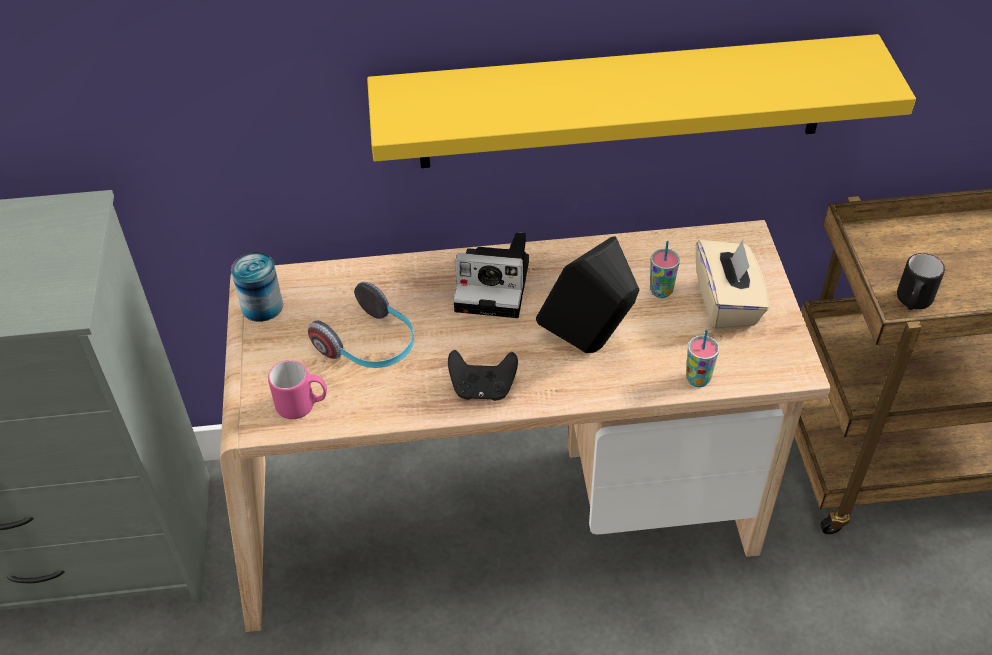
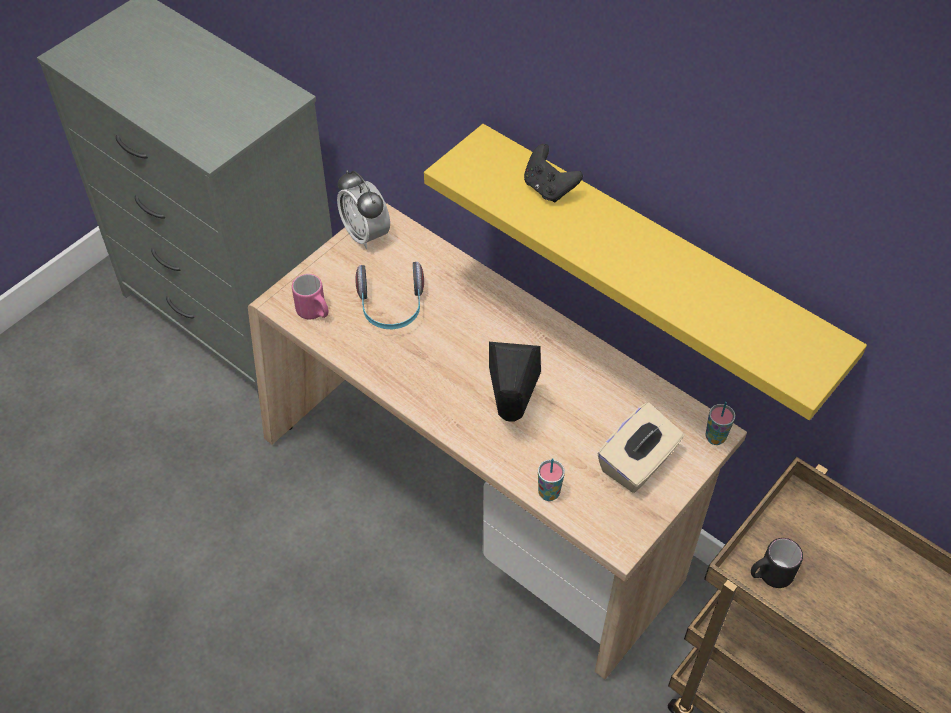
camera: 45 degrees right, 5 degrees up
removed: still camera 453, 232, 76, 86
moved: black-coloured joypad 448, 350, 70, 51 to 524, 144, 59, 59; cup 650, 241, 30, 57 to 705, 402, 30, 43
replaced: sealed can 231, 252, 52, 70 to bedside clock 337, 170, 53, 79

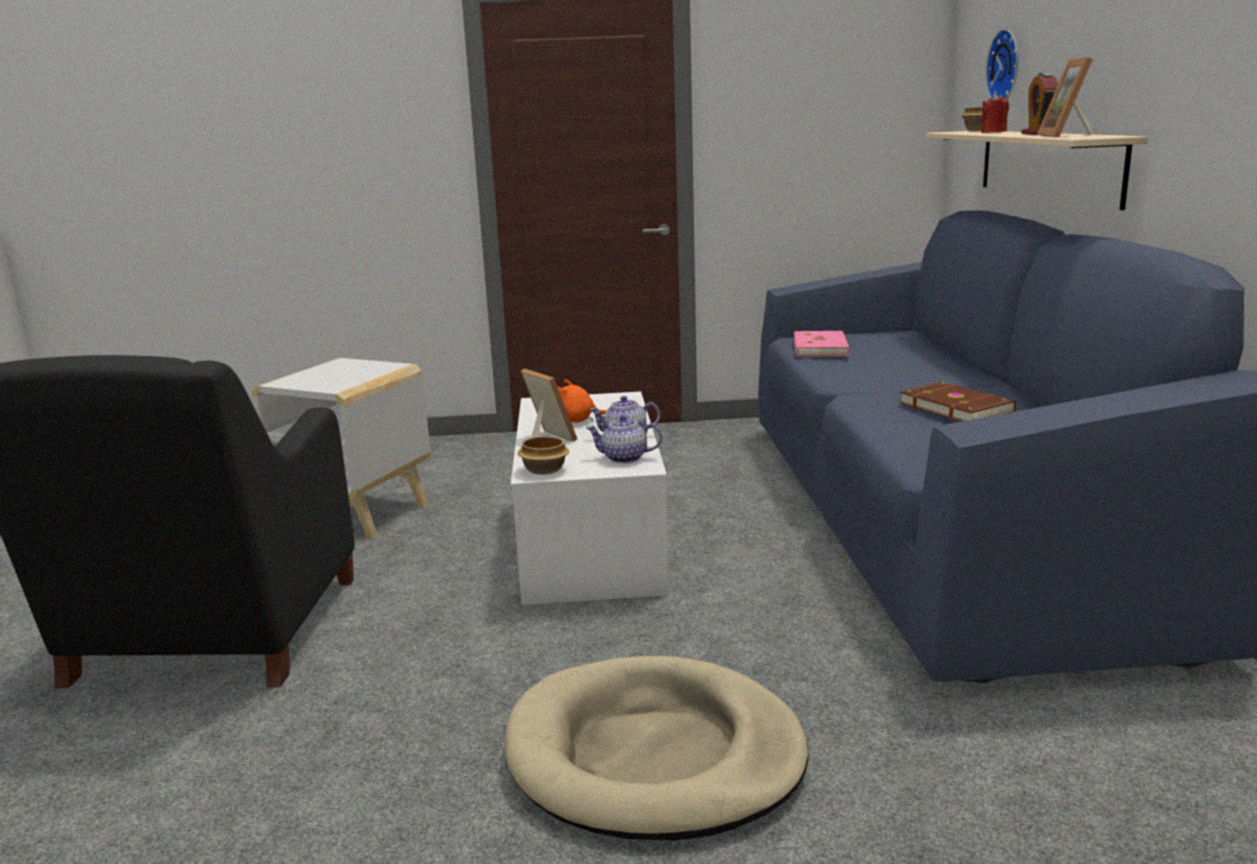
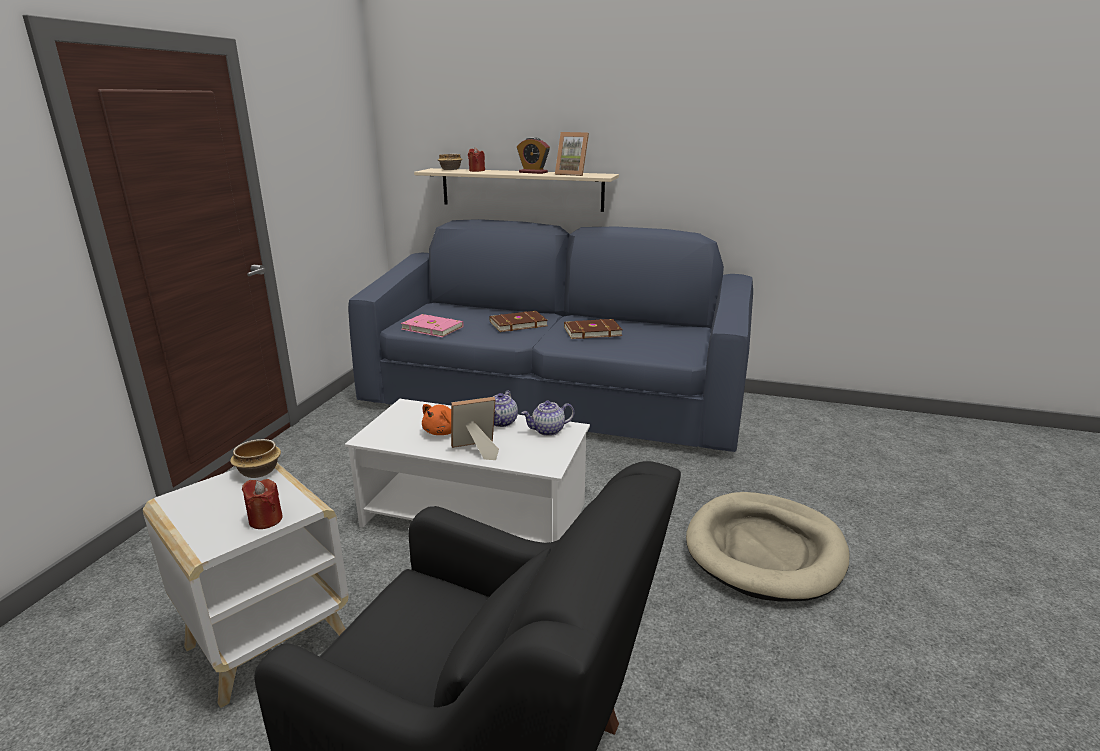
camera: 70 degrees left, 5 degrees up
removed: clock on the wall 985, 29, 33, 70
added: red wax light 242, 479, 41, 50; brownish book 489, 311, 59, 21
moved: serving bowl 517, 436, 52, 39 to 230, 439, 51, 39
turned: teapot 586, 415, 76, 48 = 522, 401, 52, 35 45 degrees clockwise

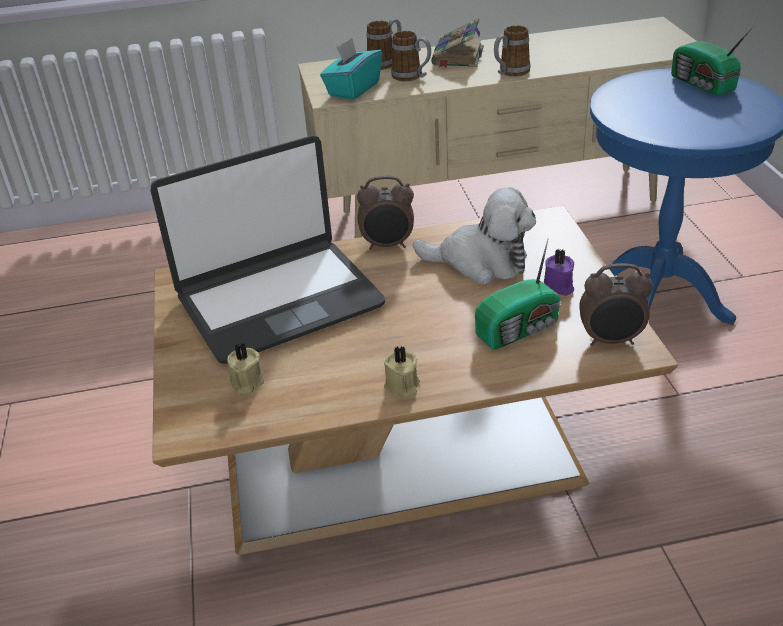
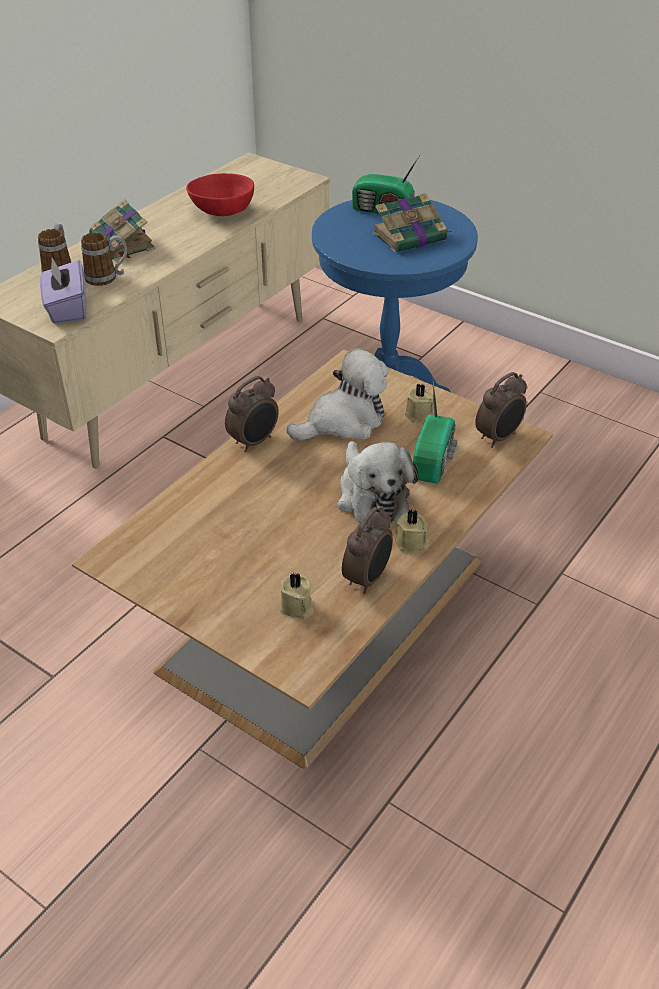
camera: 45 degrees left, 5 degrees up
removed: laptop 150, 136, 235, 228; tea mug 494, 25, 37, 51
added: red serving bowl 186, 173, 68, 43; soft toy 337, 441, 81, 82; bedside clock 342, 506, 51, 88; book 372, 193, 80, 60
recoloured: blue-green box of tissues 320, 38, 62, 62 to purple-coloured box of tissues 40, 258, 46, 66; purple-coloured wax light 544, 249, 30, 47 to beige-coloured wax light 405, 384, 29, 39

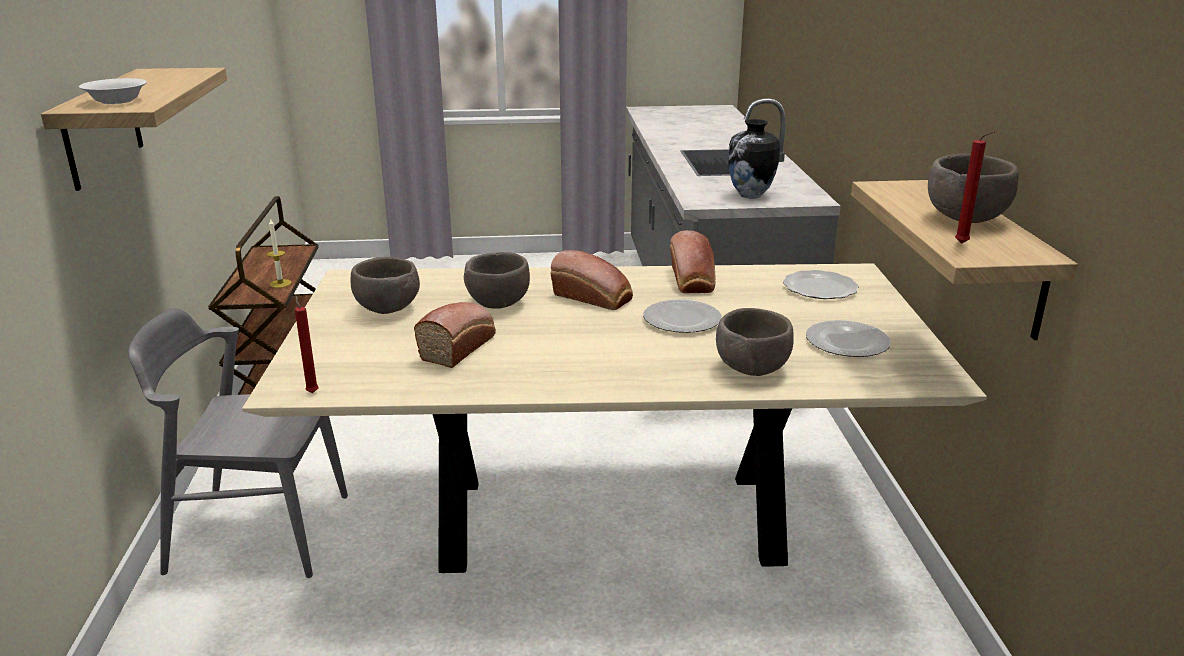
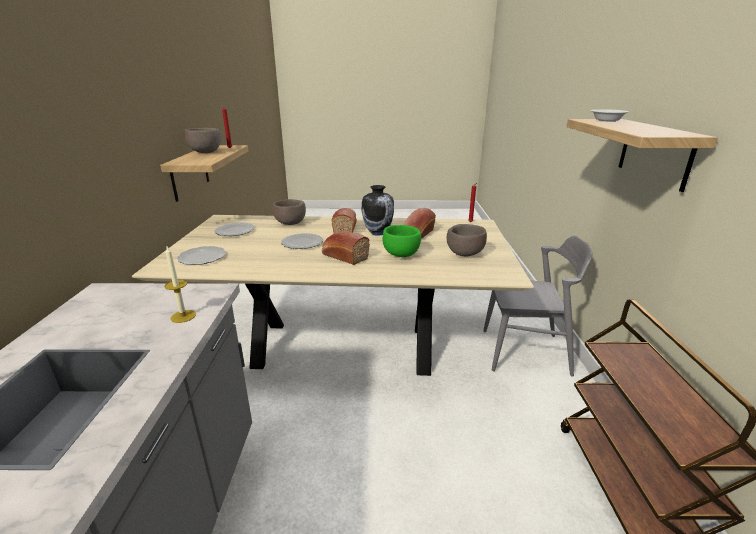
camera: 175 degrees left, 0 degrees up
moved: wax light 266, 218, 26, 70 to 165, 247, 31, 76; bakery bread 670, 230, 45, 63 to 332, 208, 25, 25; vase 728, 119, 52, 79 to 362, 185, 32, 51
recoloured: brownish serving bowl 464, 252, 66, 57 to green serving bowl 383, 225, 38, 32

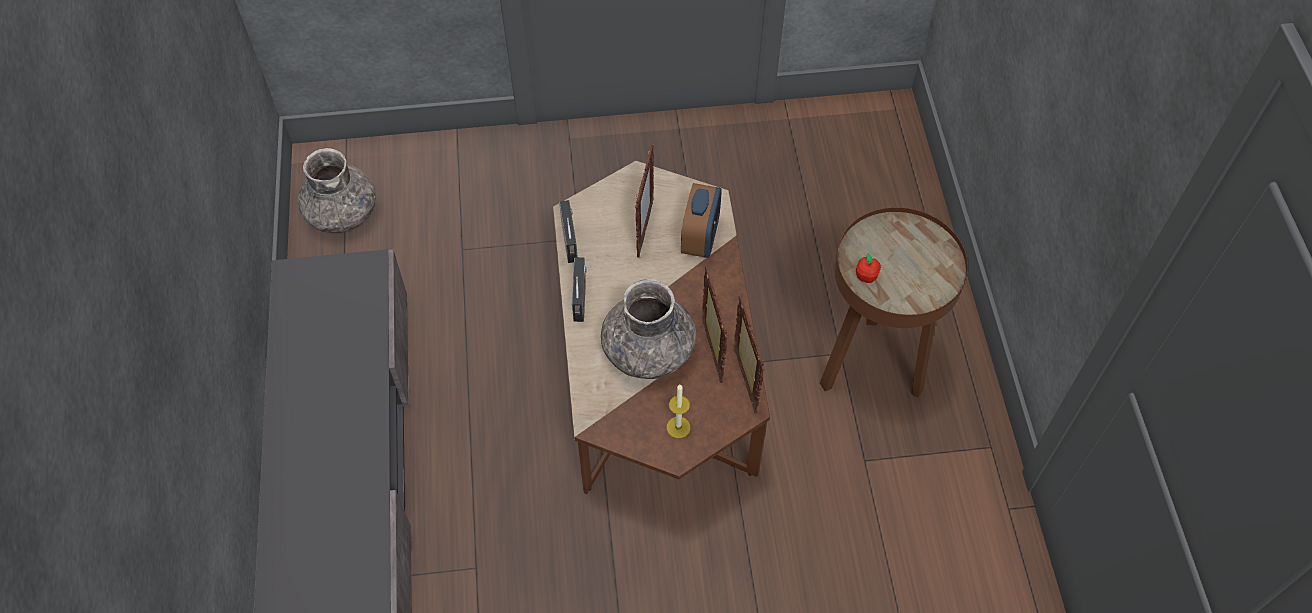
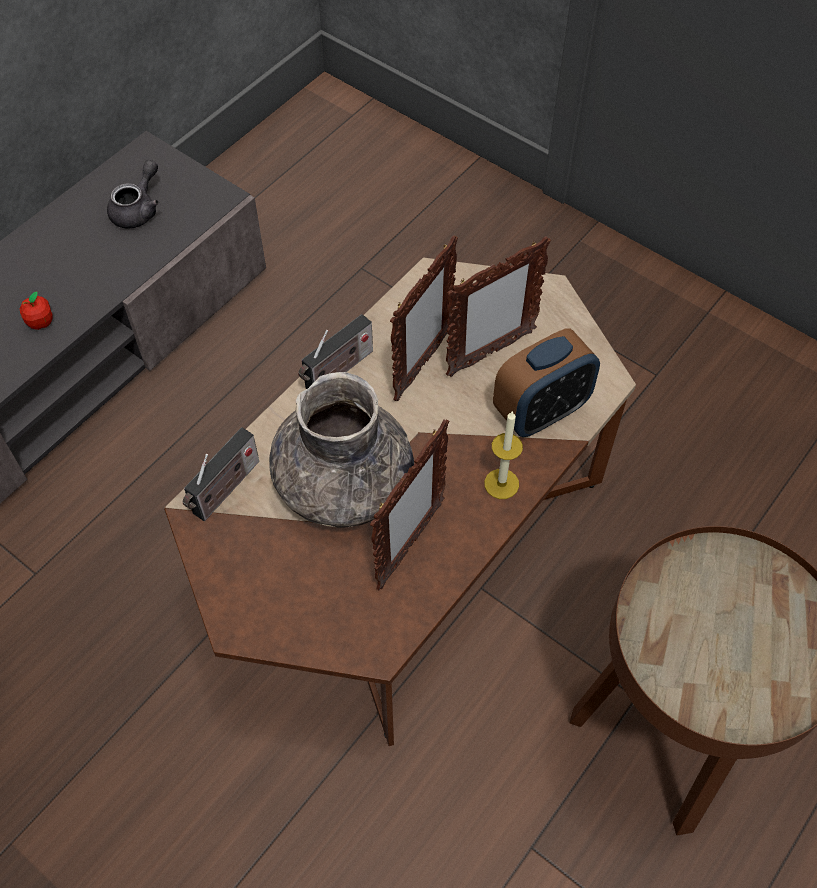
camera: 45 degrees right, 0 degrees up
removed: greyish vase 298, 148, 78, 85
added: greyish teapot 107, 160, 52, 69
moved: radio 559, 200, 19, 63 to 183, 427, 76, 94; wax light 667, 385, 23, 53 to 484, 411, 39, 88; picture frame 734, 296, 31, 117 to 390, 235, 68, 166; apple fruit 856, 253, 25, 30 to 20, 291, 33, 39

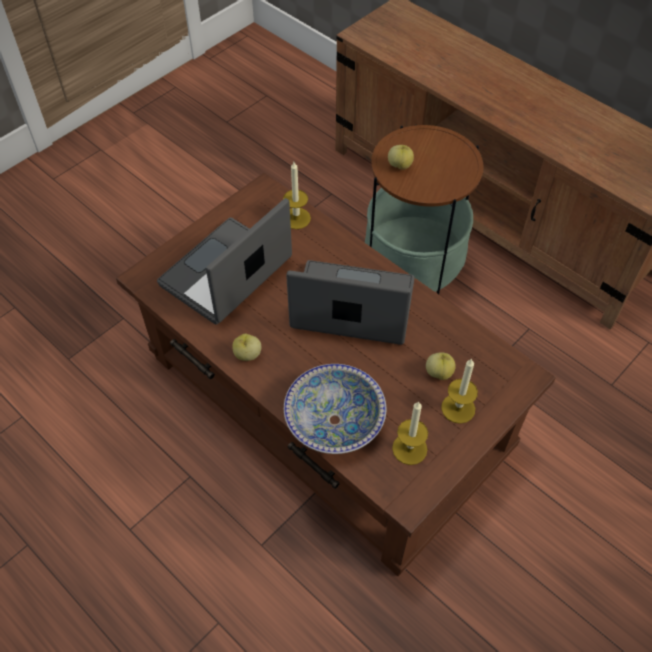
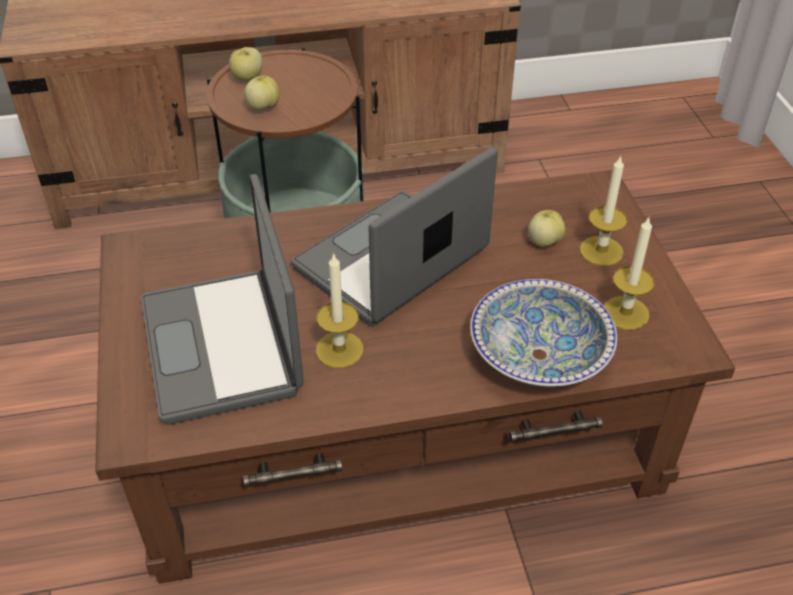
camera: 55 degrees left, 10 degrees down
moved: apple fruit 232, 334, 29, 27 to 229, 47, 34, 34; wax light 283, 162, 28, 67 to 316, 252, 48, 116

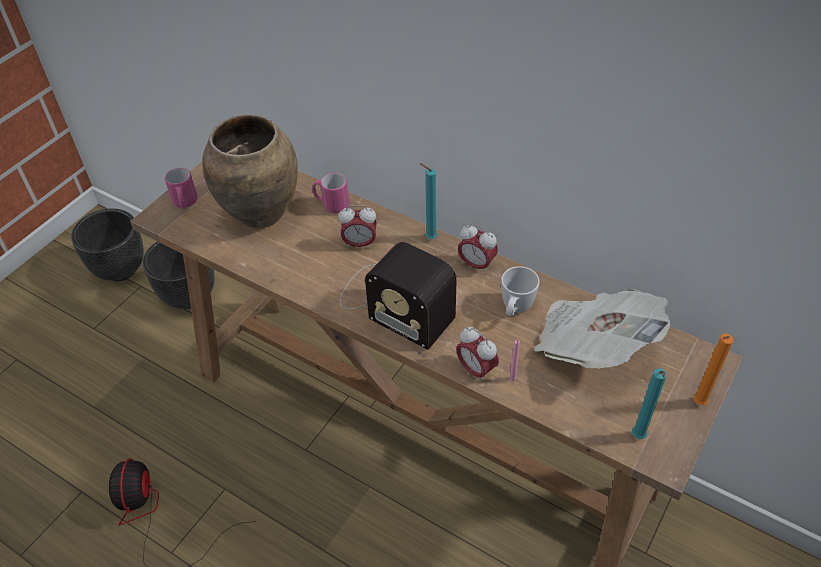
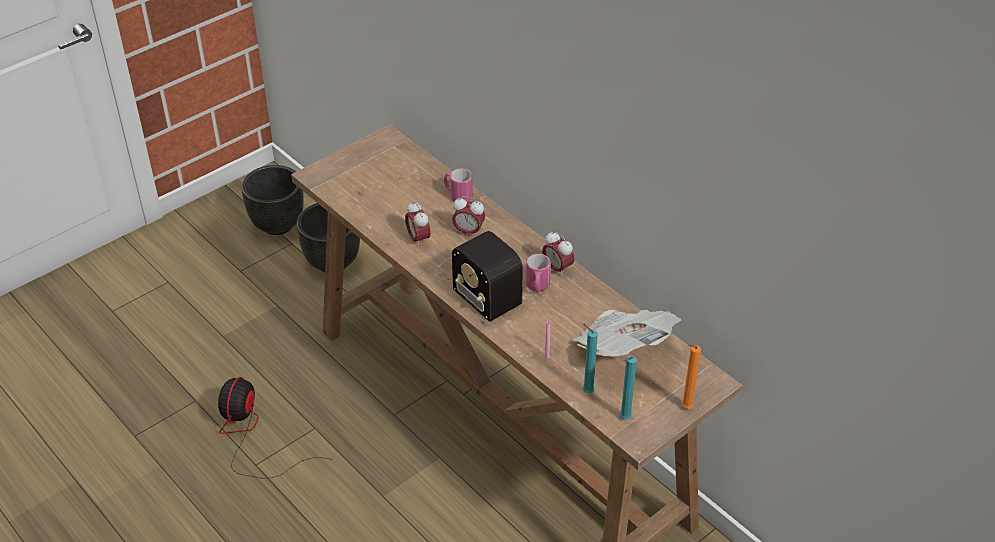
camera: 15 degrees right, 5 degrees down
removed: brownish vase 202, 114, 96, 114; white tea mug 501, 266, 39, 50
moved: pink-coloured tea mug 165, 168, 32, 41 to 526, 254, 25, 39; blue-green wax light 419, 163, 18, 76 to 583, 323, 15, 71; bedside clock 456, 327, 43, 56 to 405, 201, 26, 47

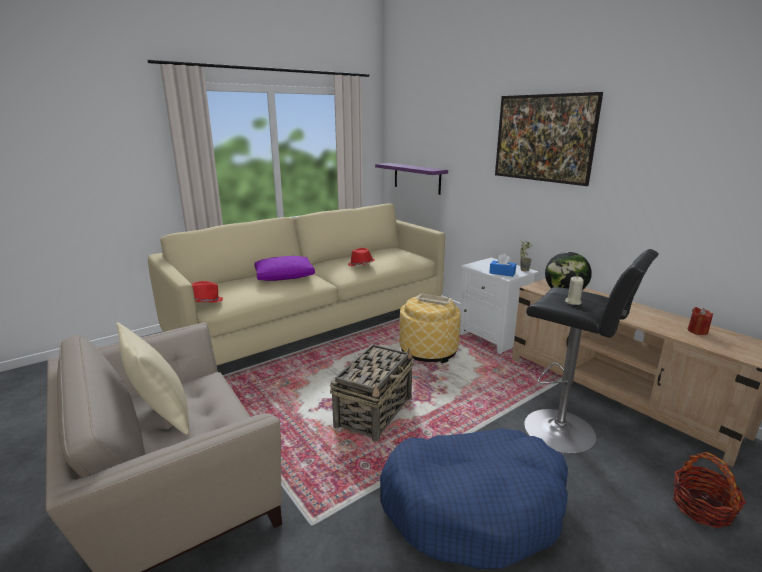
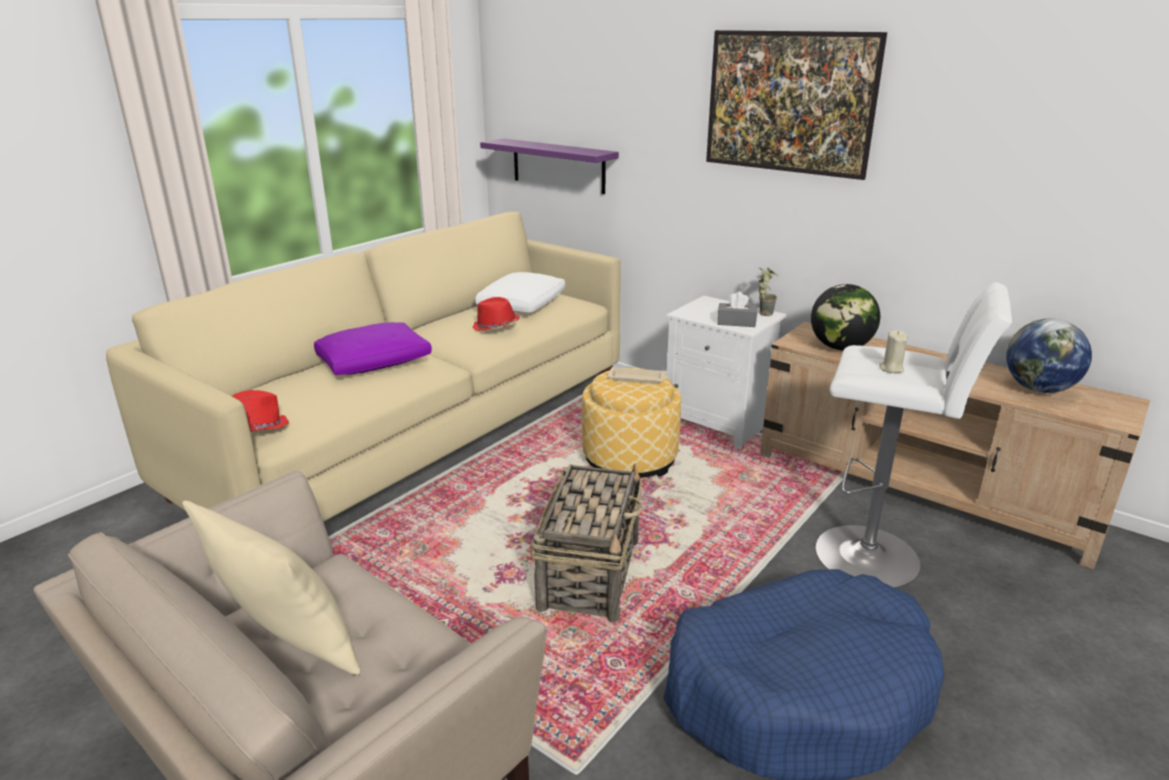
camera: 15 degrees left, 5 degrees up
removed: household basket 673, 452, 73, 76
added: white throw pillow 475, 272, 90, 41
replaced: red wax light 688, 307, 25, 28 to desk globe 1006, 318, 86, 75
recoloured: bluish box of tissues 489, 254, 27, 23 to greyish box of tissues 718, 292, 39, 35; black-coloured stool seat 524, 249, 135, 205 to white stool seat 816, 282, 196, 306

